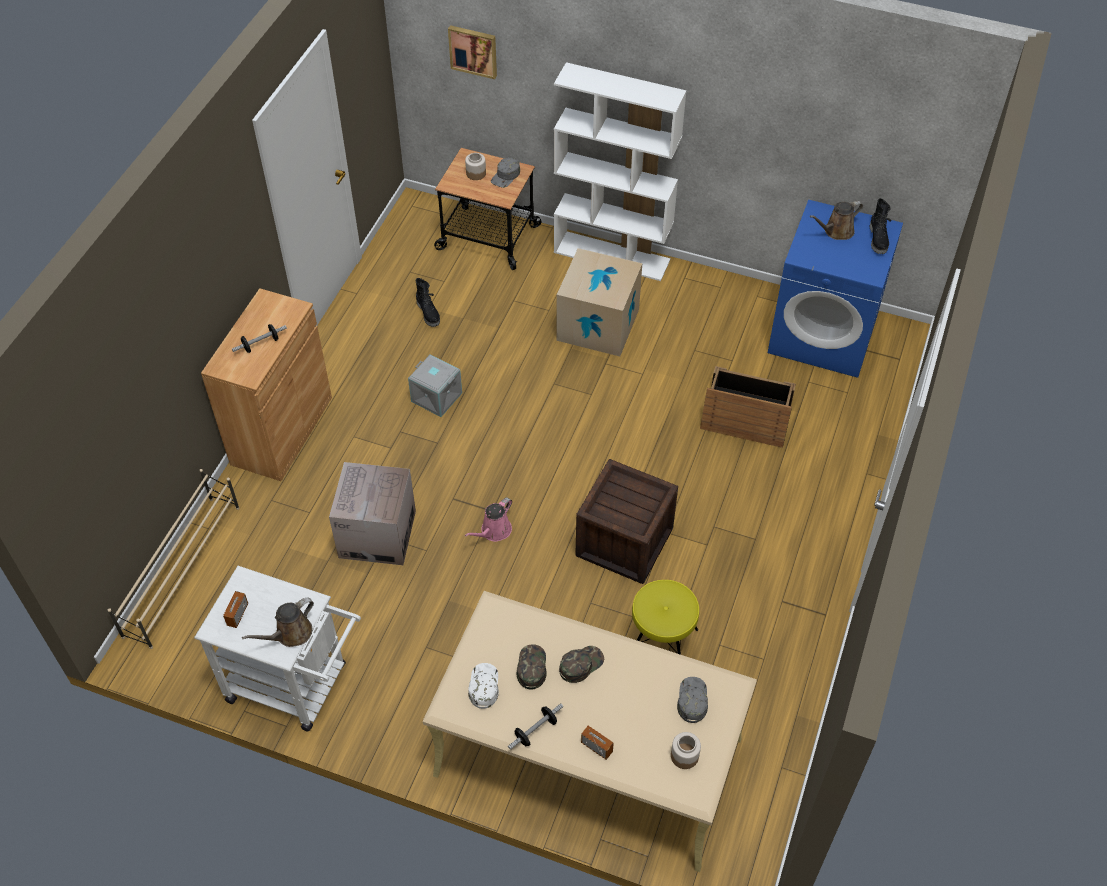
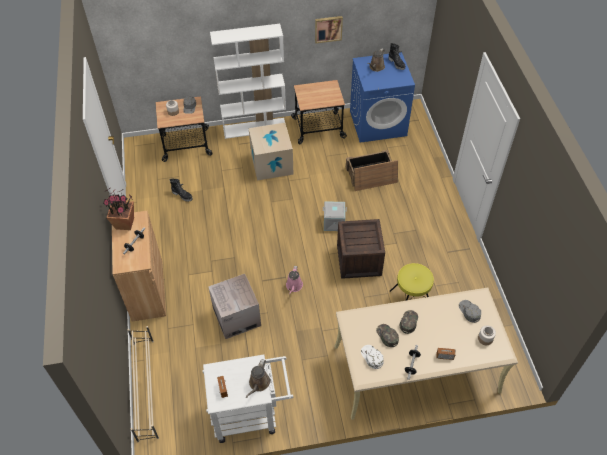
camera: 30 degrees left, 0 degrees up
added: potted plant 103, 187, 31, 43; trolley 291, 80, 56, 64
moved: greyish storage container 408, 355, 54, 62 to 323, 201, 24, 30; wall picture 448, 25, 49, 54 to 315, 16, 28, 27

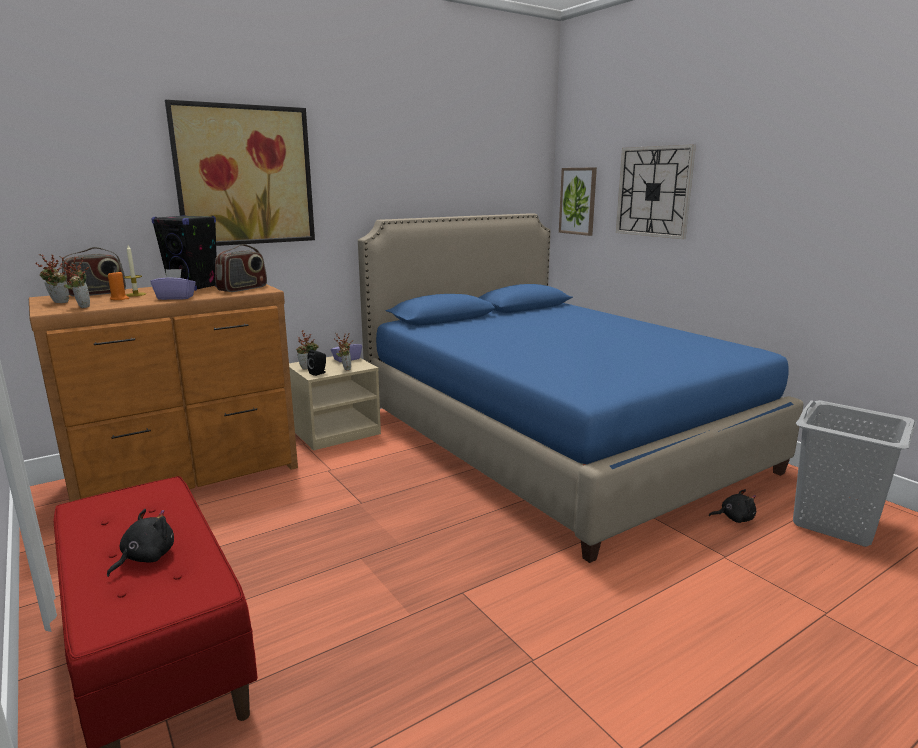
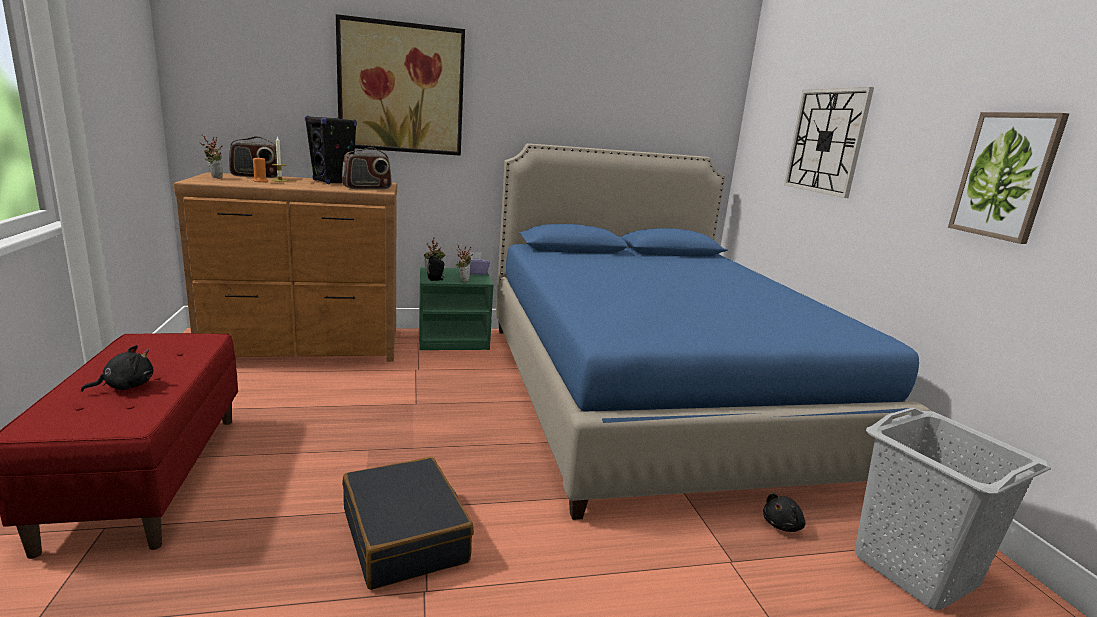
camera: 20 degrees right, 0 degrees up
removed: potted plant 60, 256, 30, 52; purple-coloured box of tissues 151, 269, 45, 31
added: black-coloured piece of luggage 342, 457, 132, 133
moved: wall picture 559, 167, 38, 69 to 948, 112, 121, 132
recoloured: beige-coloured nightstand 289, 356, 92, 94 to green nightstand 419, 267, 75, 83
turned: black-coloured soft toy 709, 489, 47, 34 = 763, 493, 43, 39 120 degrees clockwise

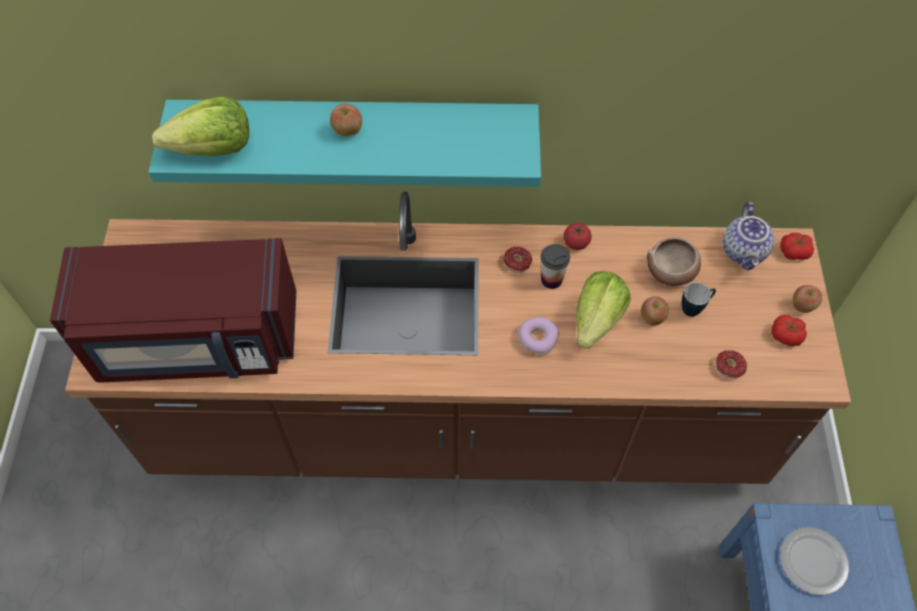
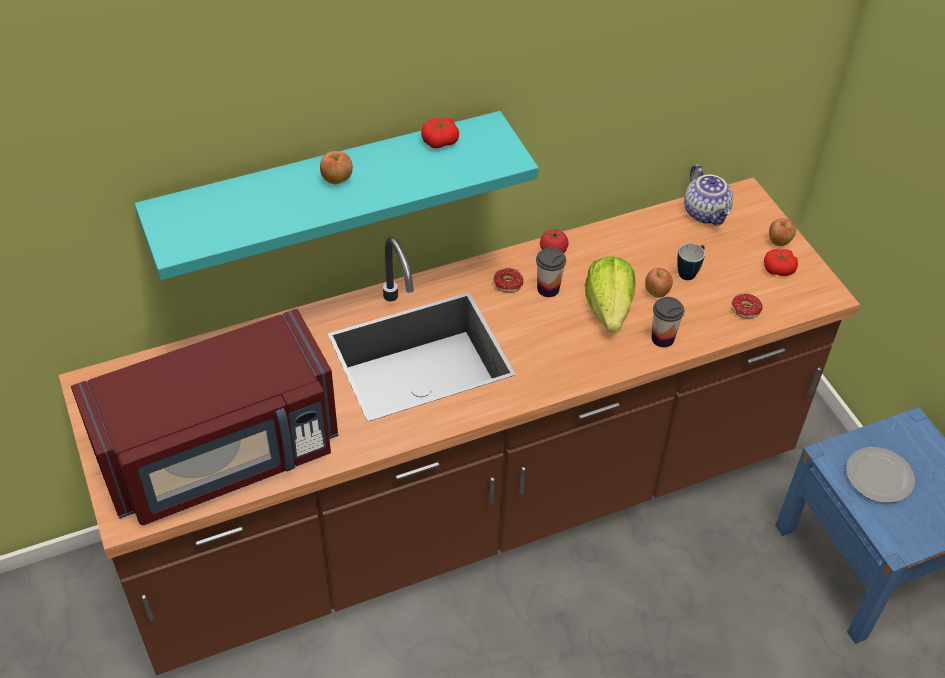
camera: 25 degrees left, 10 degrees down
removed: lettuce 152, 96, 97, 60; doughnut 518, 317, 41, 38; serving bowl 647, 237, 54, 49
added: cup 651, 297, 33, 50
moved: fresh tomato 780, 233, 34, 27 to 421, 118, 38, 30

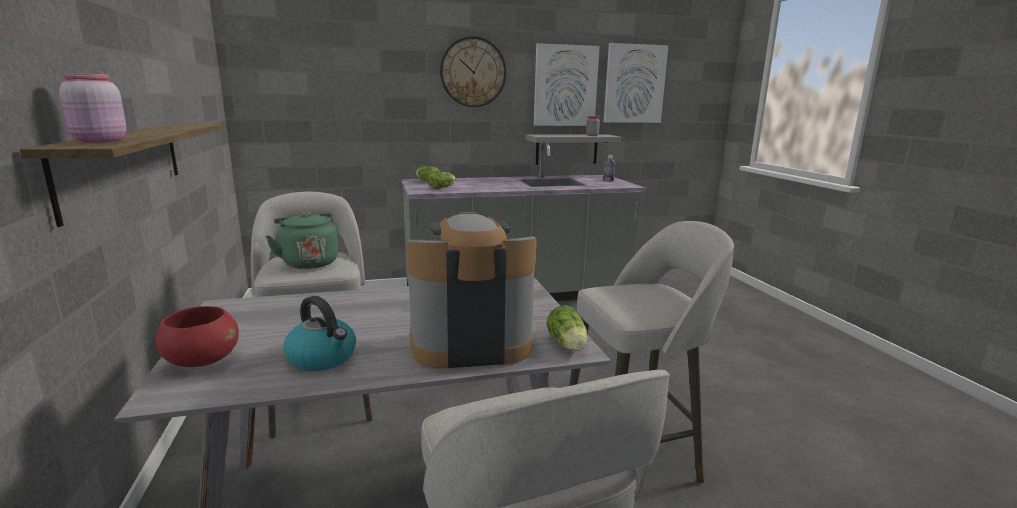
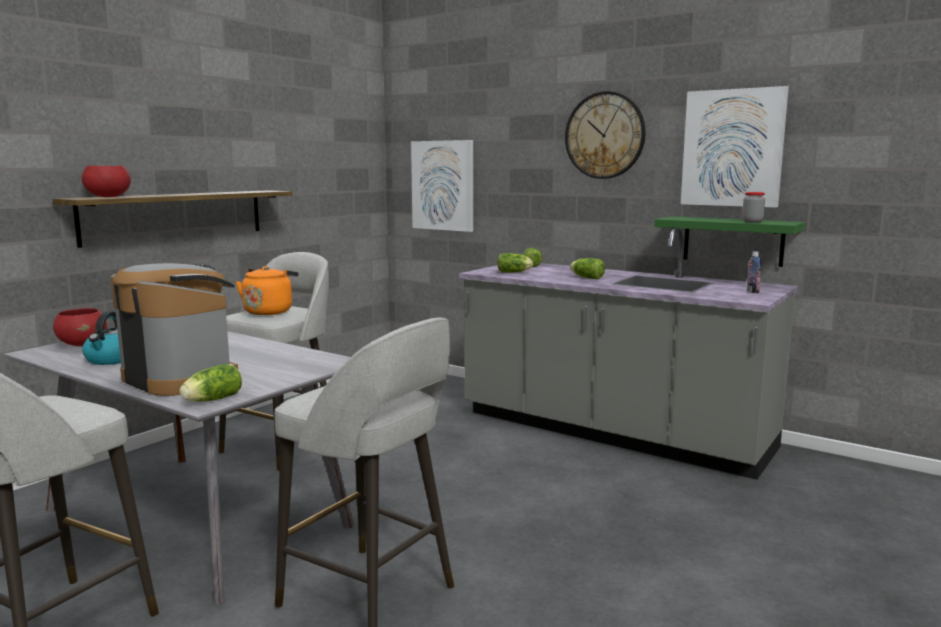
camera: 50 degrees right, 5 degrees down
added: lettuce 570, 258, 35, 21
moved: wall picture 604, 43, 64, 80 to 411, 140, 62, 92
replaced: pink-coloured preserve jar 59, 73, 68, 70 to red serving bowl 82, 166, 49, 31
recoloured: green tea kettle 266, 212, 72, 57 to orange tea kettle 236, 266, 63, 49; greyish bracket shelf 526, 134, 95, 31 to green bracket shelf 654, 216, 151, 51

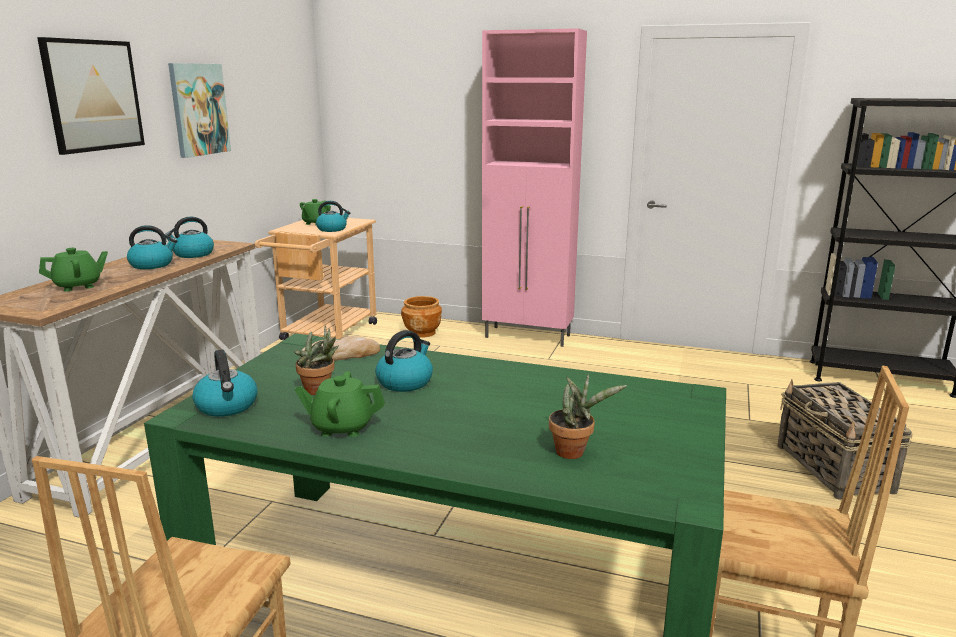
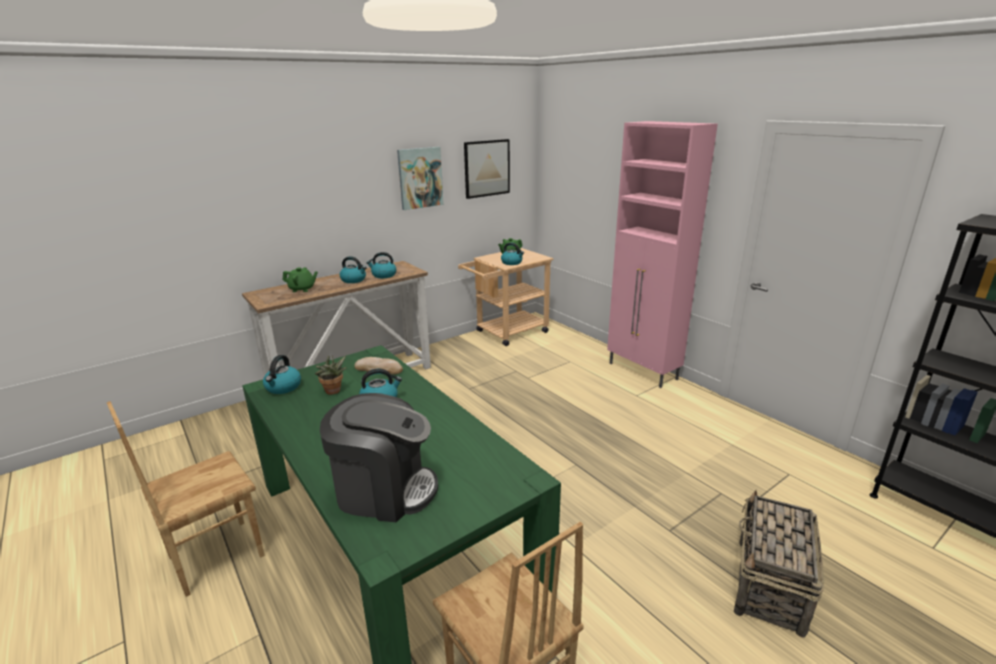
camera: 35 degrees right, 5 degrees up
removed: green teapot 295, 371, 90, 66; brownish flower pot 401, 296, 41, 42
moved: wall picture 37, 37, 108, 118 to 464, 139, 46, 60
replaced: potted plant 549, 374, 78, 85 to coffee machine 320, 393, 118, 129

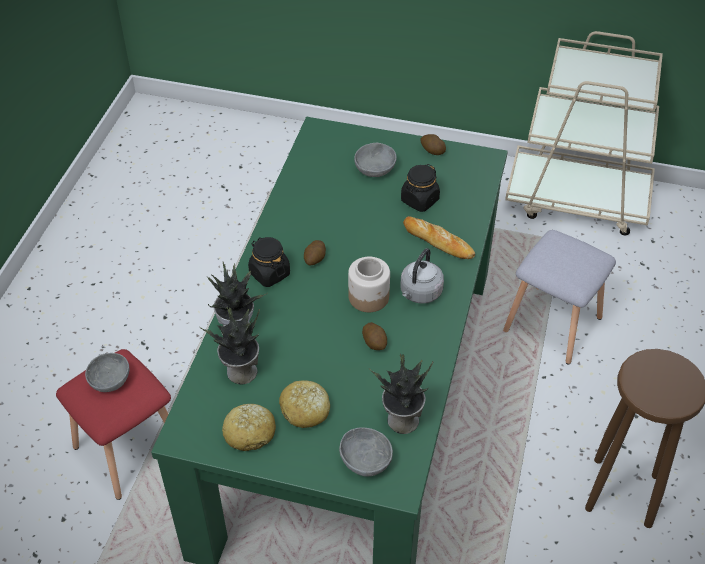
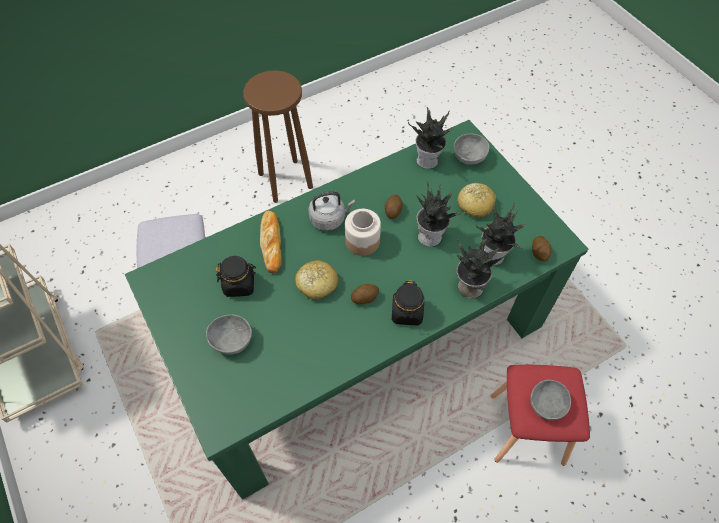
camera: 135 degrees left, 10 degrees up
added: potted plant 416, 181, 49, 66
moved: bakery bread 222, 404, 54, 47 to 295, 260, 43, 39; whole potato 420, 134, 26, 21 to 532, 236, 19, 25

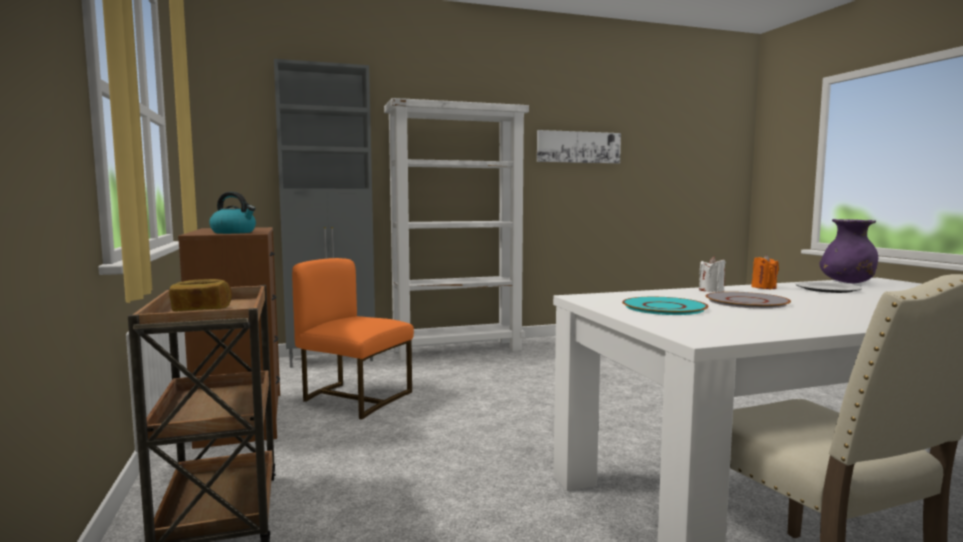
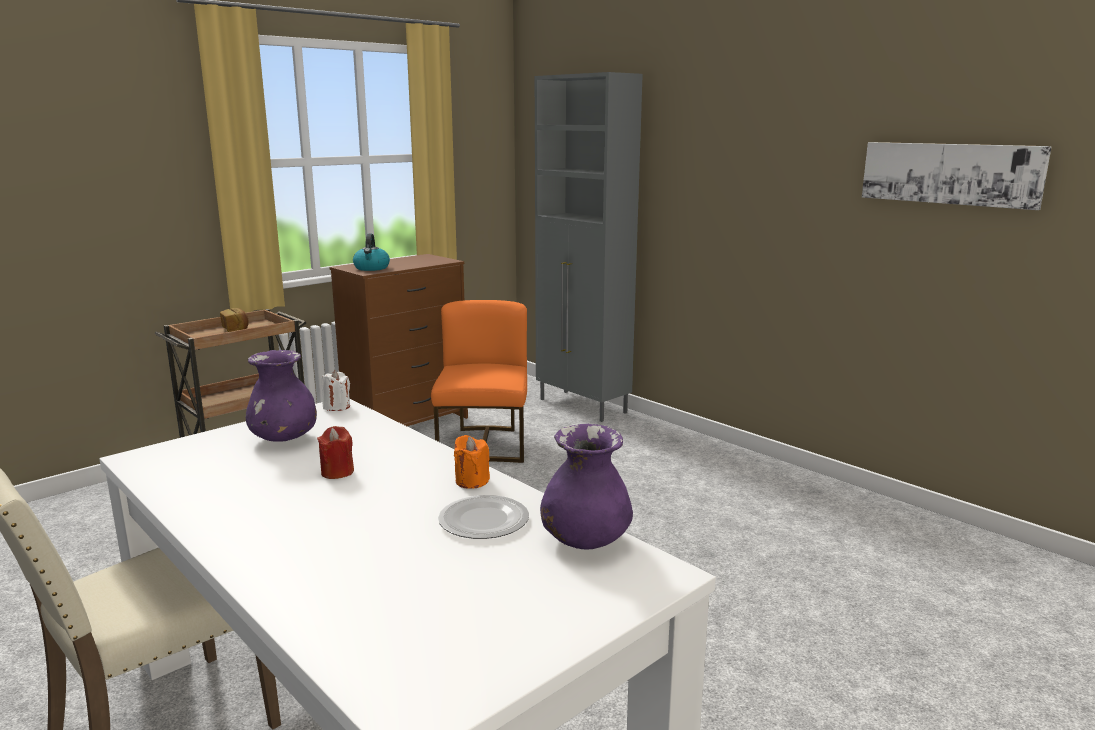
camera: 65 degrees right, 10 degrees up
removed: white bookshelf 384, 98, 145, 263
moved: white wax light 699, 256, 27, 36 to 321, 370, 29, 41
replaced: blue-green flat dish 622, 297, 86, 18 to purple-coloured vase 246, 350, 71, 92; greyish flat dish 705, 292, 86, 17 to red wax light 317, 426, 37, 53

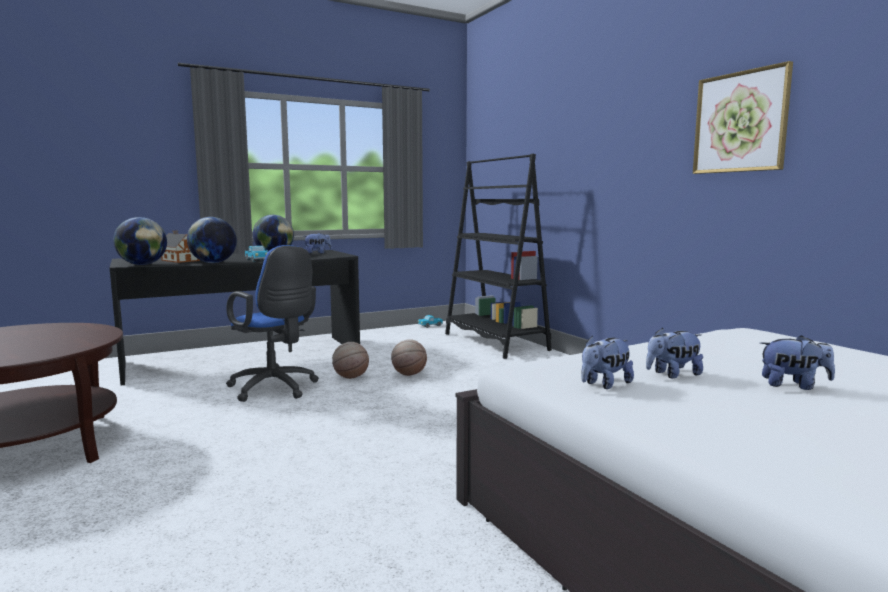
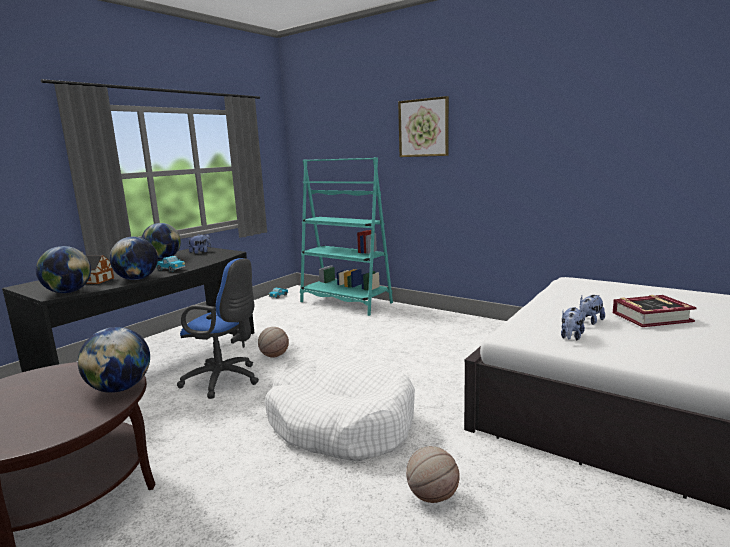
camera: 25 degrees left, 5 degrees up
added: desk globe 78, 327, 72, 66; white pet bed 265, 354, 150, 107
moved: basketball ball 391, 339, 36, 37 to 406, 446, 54, 57; wall picture 693, 61, 100, 113 to 398, 96, 51, 61
replaced: soft toy 760, 335, 75, 55 to book 613, 295, 84, 32
recoloured: black-coloured bookshelf 445, 154, 107, 205 to blue-green bookshelf 300, 157, 93, 159

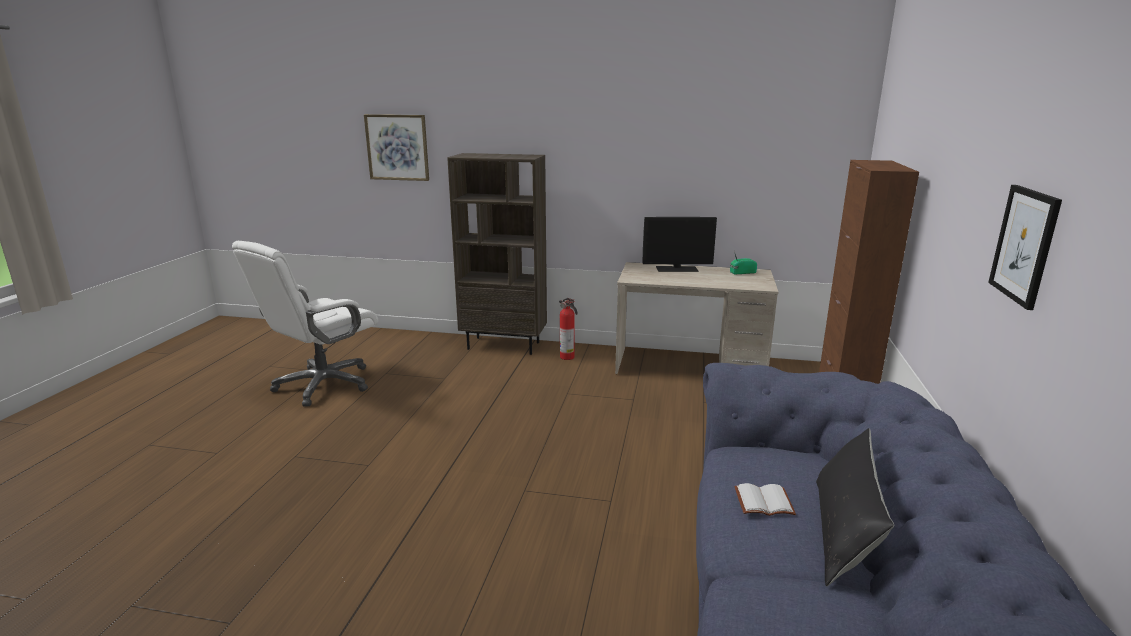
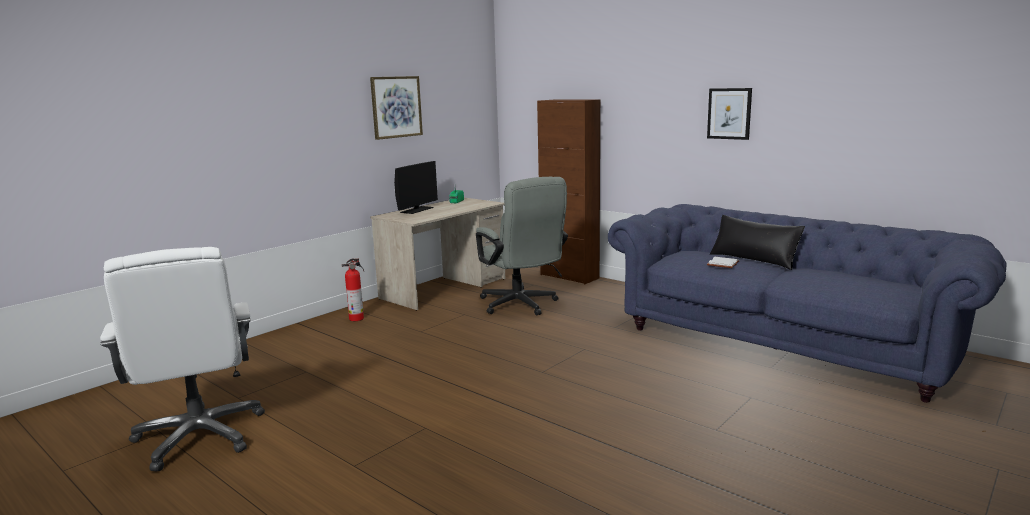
camera: 60 degrees left, 5 degrees down
removed: brownish bookshelf 447, 153, 100, 202
added: greyish computer chair 476, 177, 92, 139
moved: wall picture 364, 114, 65, 67 to 370, 76, 53, 64

